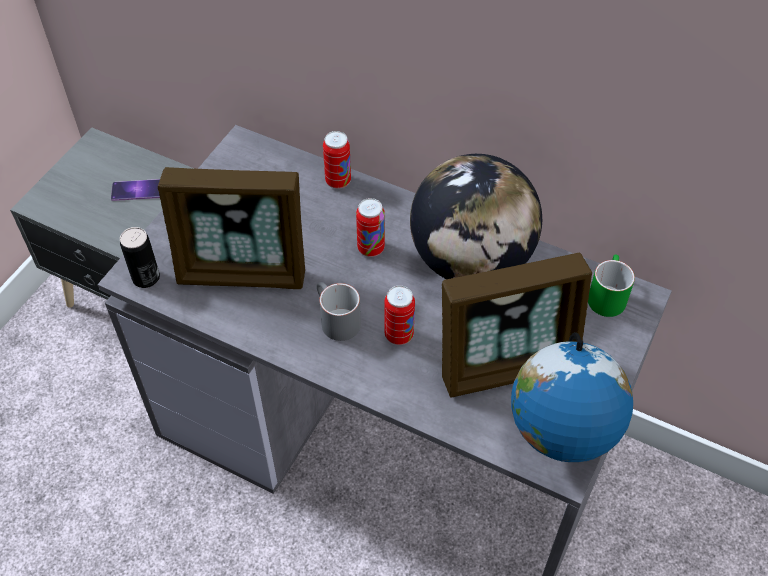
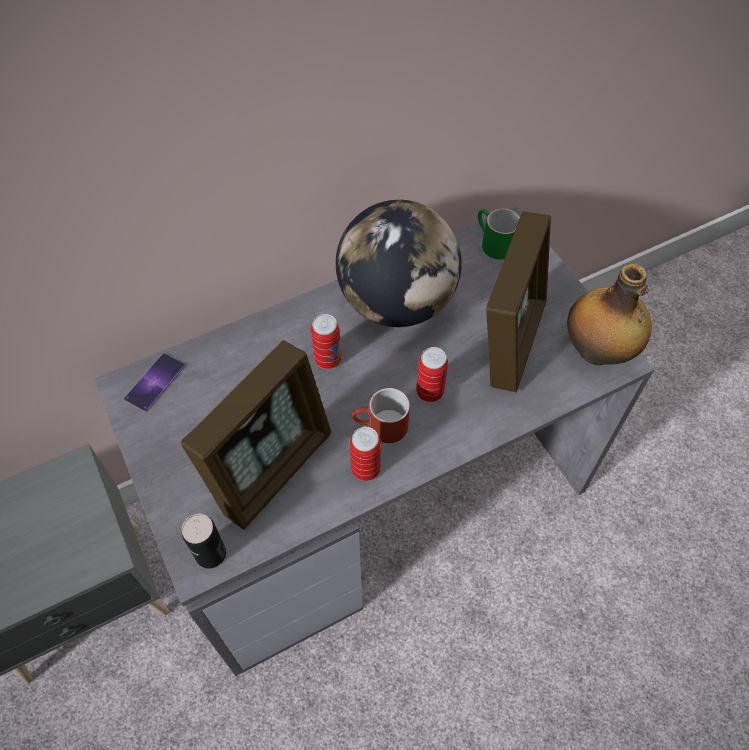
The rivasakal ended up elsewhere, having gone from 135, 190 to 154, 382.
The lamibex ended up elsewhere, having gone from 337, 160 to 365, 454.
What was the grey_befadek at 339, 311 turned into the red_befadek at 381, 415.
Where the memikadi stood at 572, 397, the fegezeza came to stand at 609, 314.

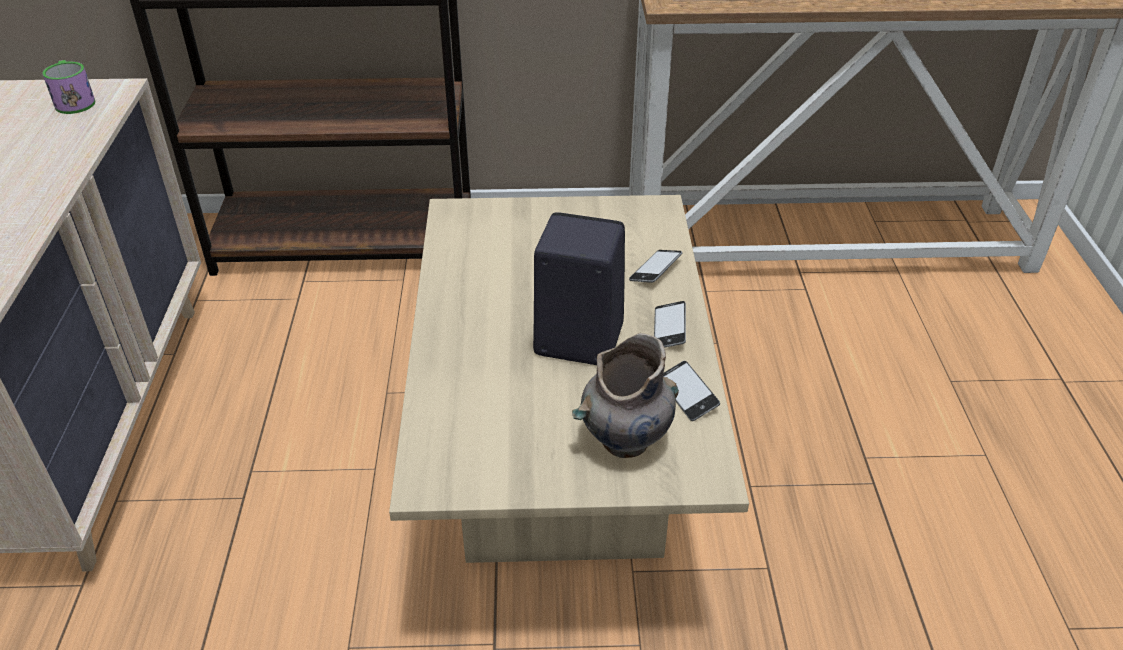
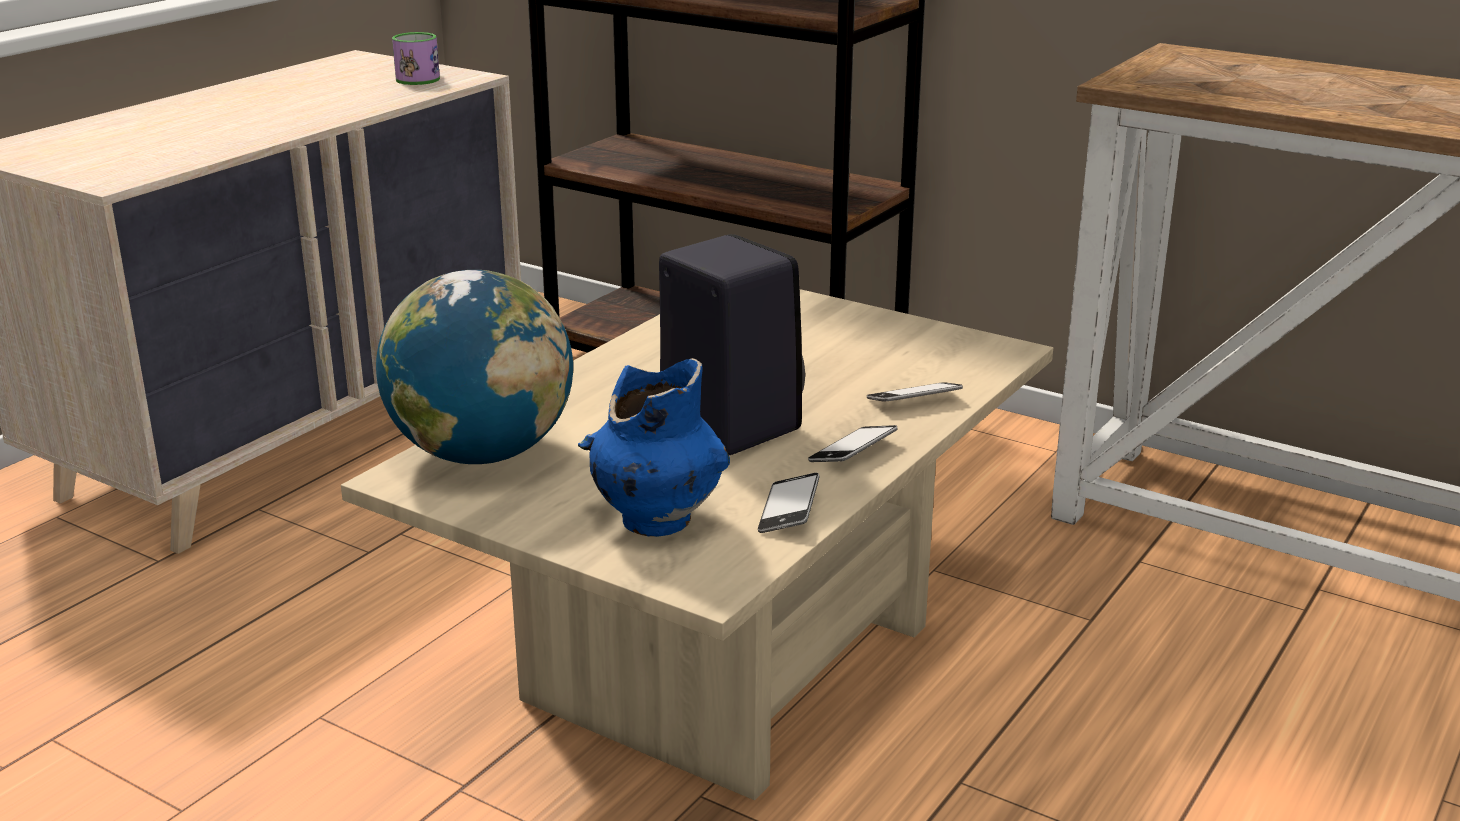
The second view gained the memikadi at 474, 367.
What was the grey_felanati at 625, 395 turned into the blue_felanati at 654, 447.

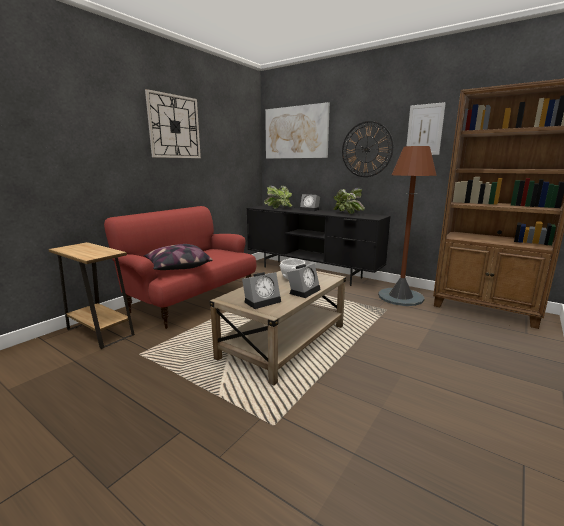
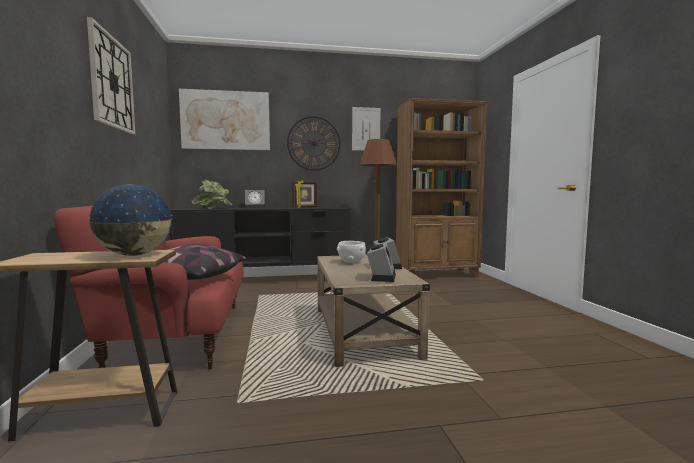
The second view gained the memikadi at 130, 220.
Where the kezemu stood at 349, 200, the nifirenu came to stand at 304, 194.

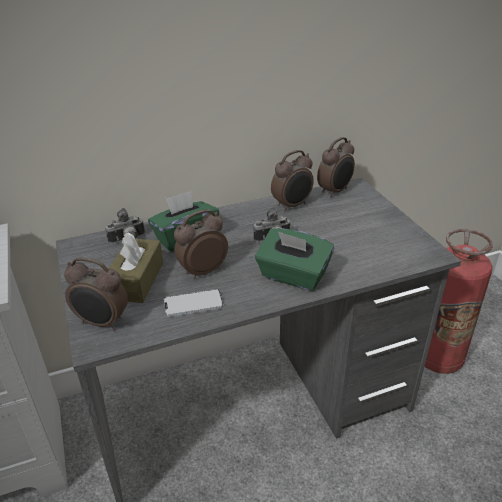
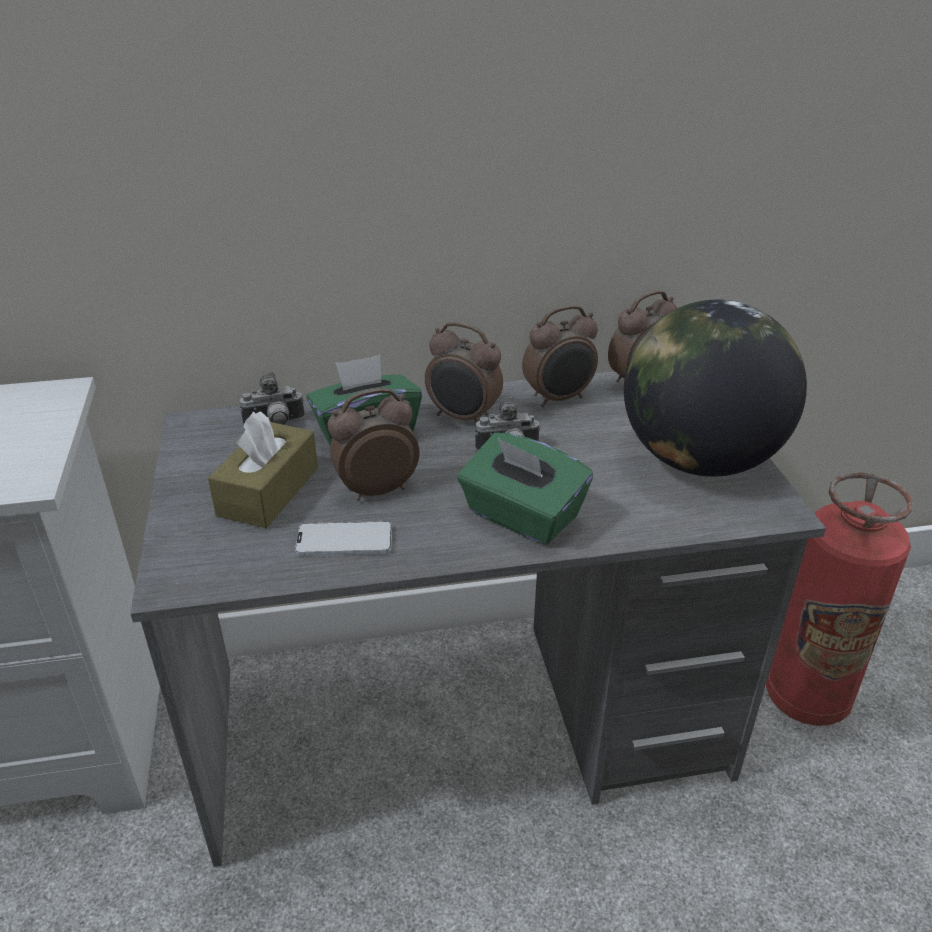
The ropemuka ended up elsewhere, having gone from 96, 293 to 464, 372.
The second view gained the memikadi at 715, 388.

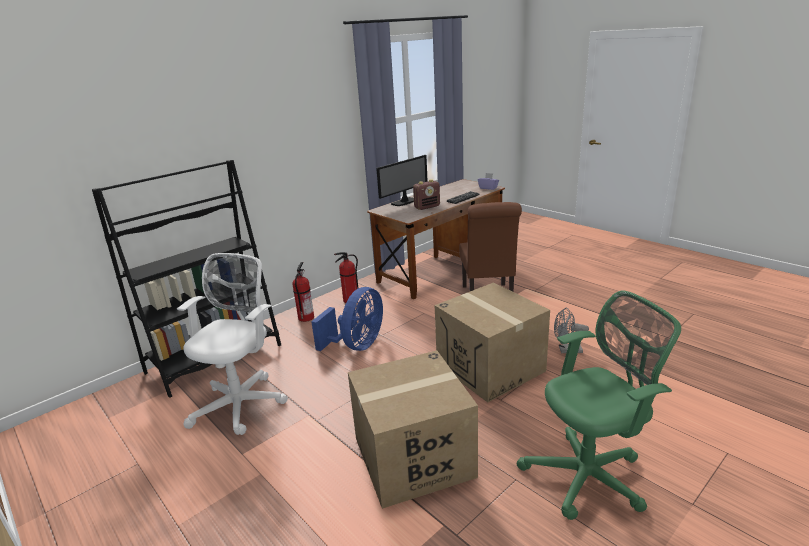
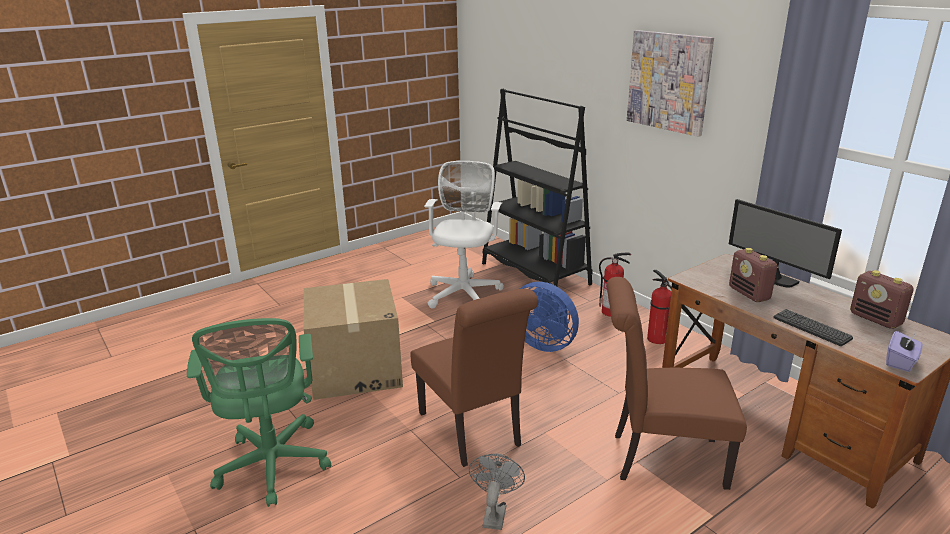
Where the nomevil stood at 492, 342, the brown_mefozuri came to stand at 474, 378.
The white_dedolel at 232, 344 ended up facing another way, 105 degrees counterclockwise from before.
The second view gained the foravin at 670, 83.
The second view gained the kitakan at 882, 299.

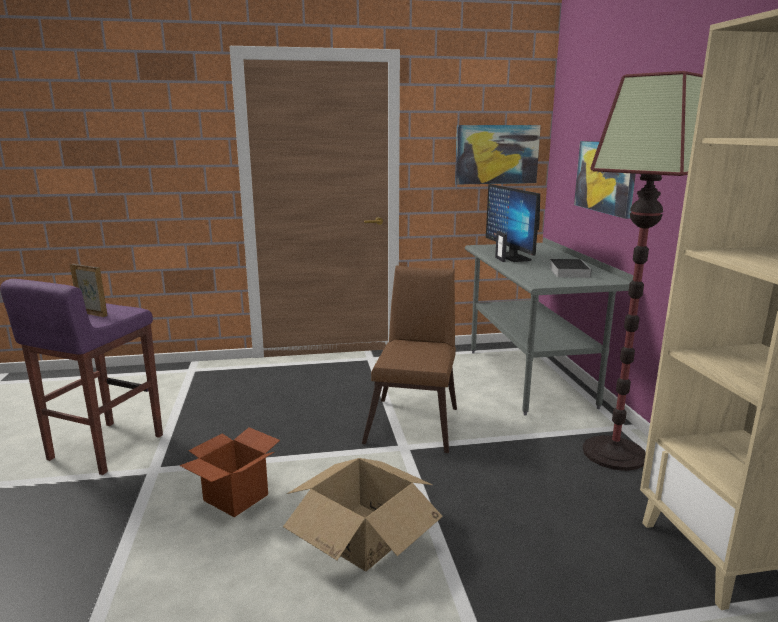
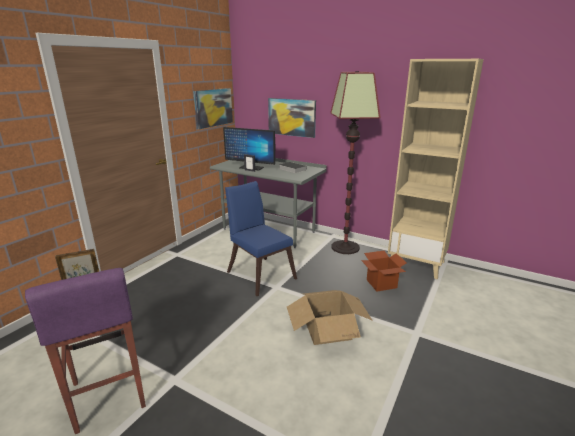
What was the brown_mefozuri at 409, 359 turned into the blue_mefozuri at 261, 238.
The nomevil ended up elsewhere, having gone from 230, 472 to 384, 271.

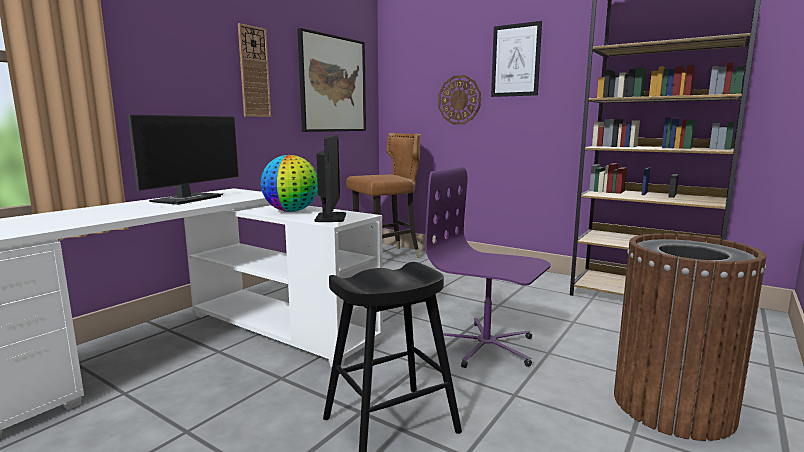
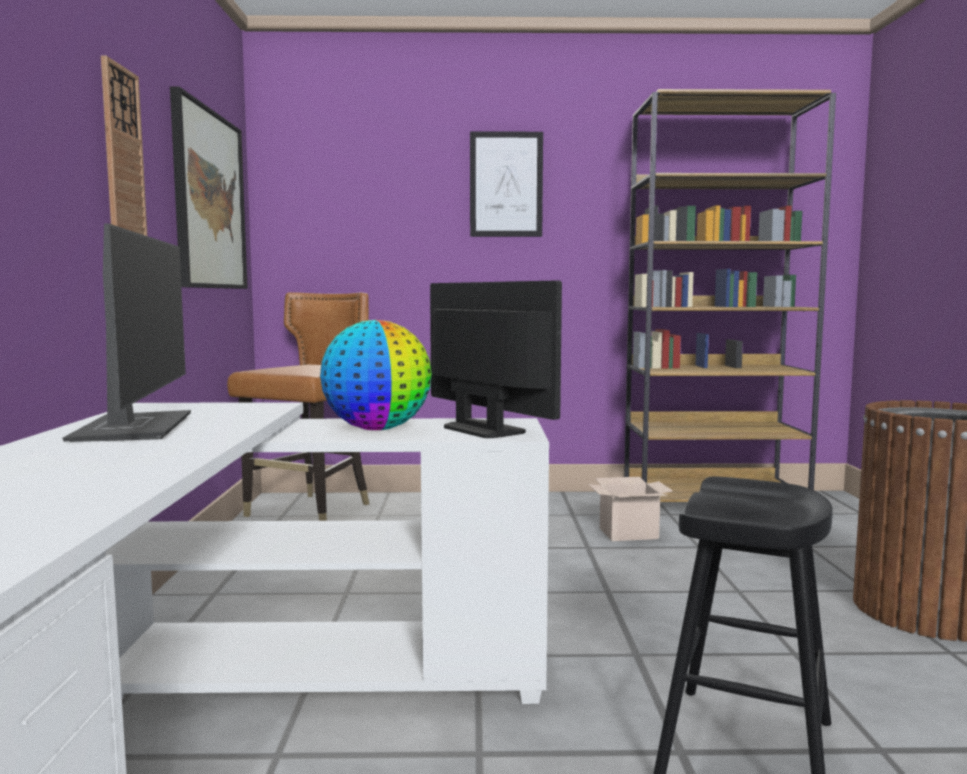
The second view gained the nomevil at 630, 509.
The second view lost the purple_dedolel at 488, 267.
The second view lost the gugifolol at 459, 99.

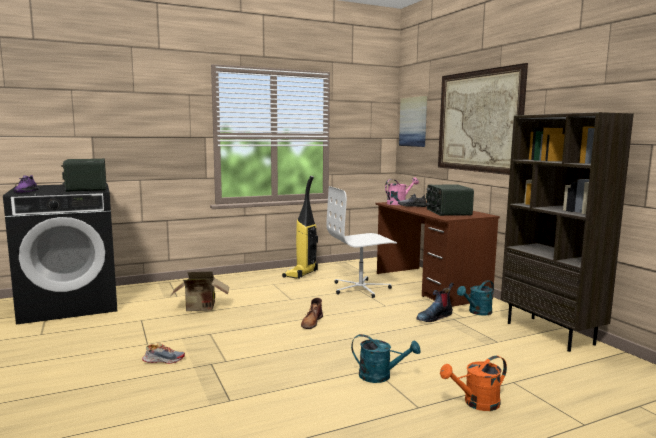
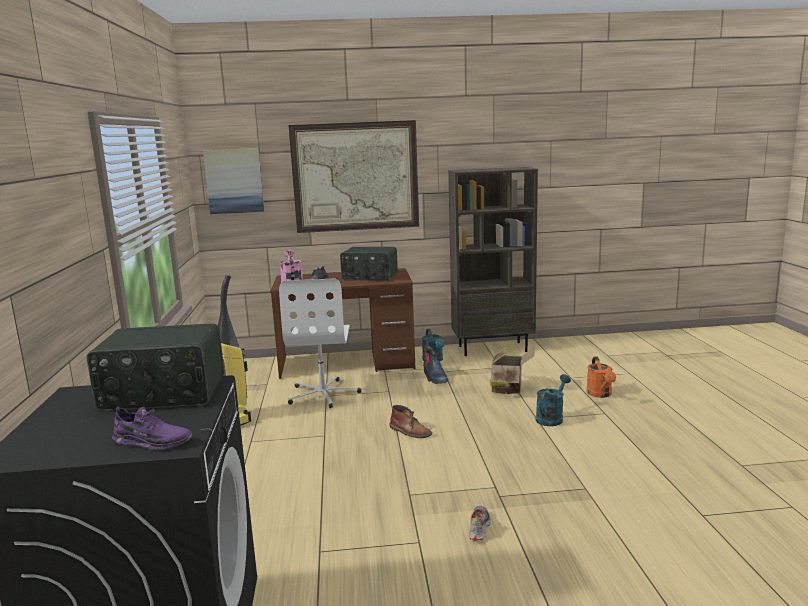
The nomevil ended up elsewhere, having gone from 200, 291 to 512, 370.

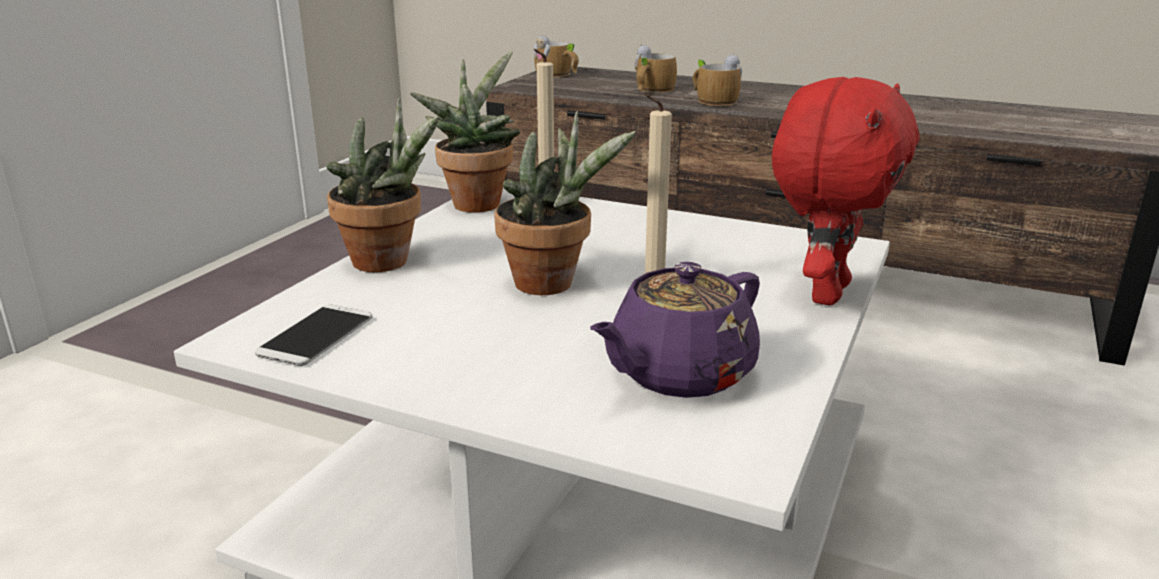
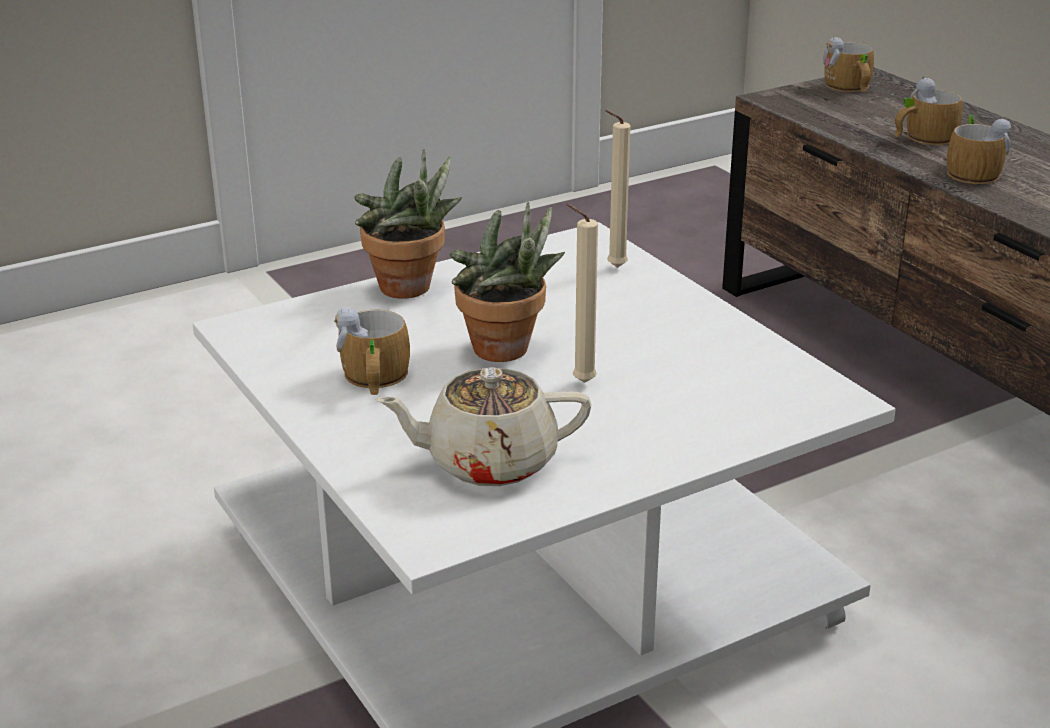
The second view gained the befadek at 372, 351.
What was the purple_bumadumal at 675, 330 turned into the beige_bumadumal at 484, 426.
The second view lost the rivasakal at 313, 335.
The second view lost the kezemu at 465, 132.
The second view lost the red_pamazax at 845, 191.

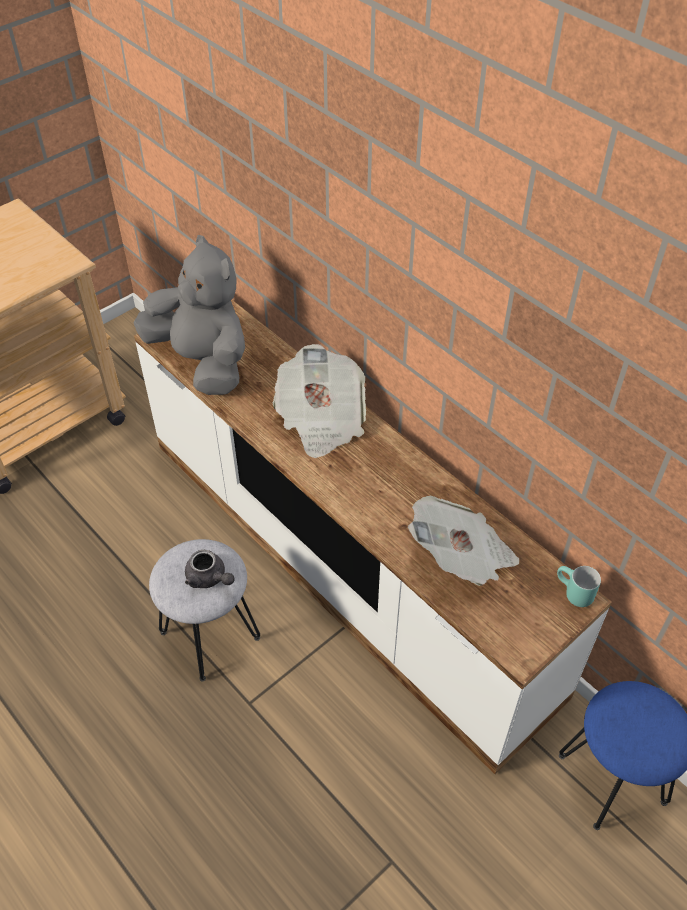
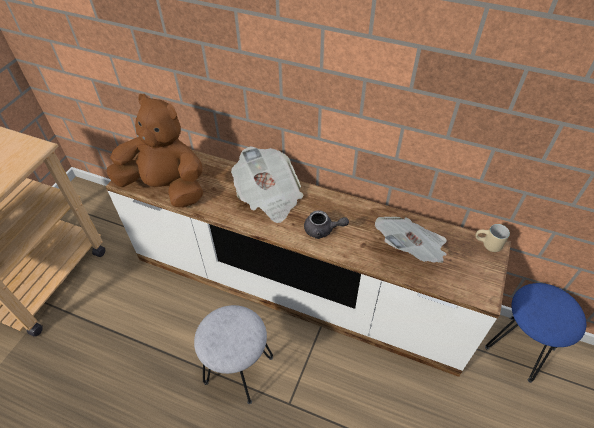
What was the grey_pamazax at 189, 315 turned into the brown_pamazax at 155, 150.
The grey_bumadumal ended up elsewhere, having gone from 210, 569 to 326, 224.
What was the turquoise_befadek at 579, 586 turned into the beige_befadek at 493, 238.

